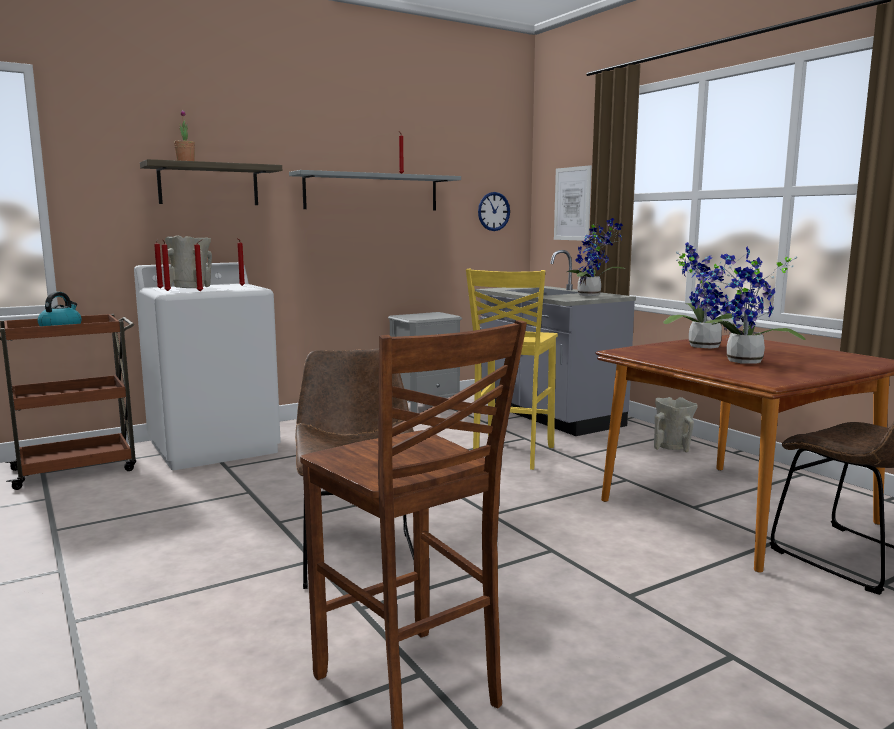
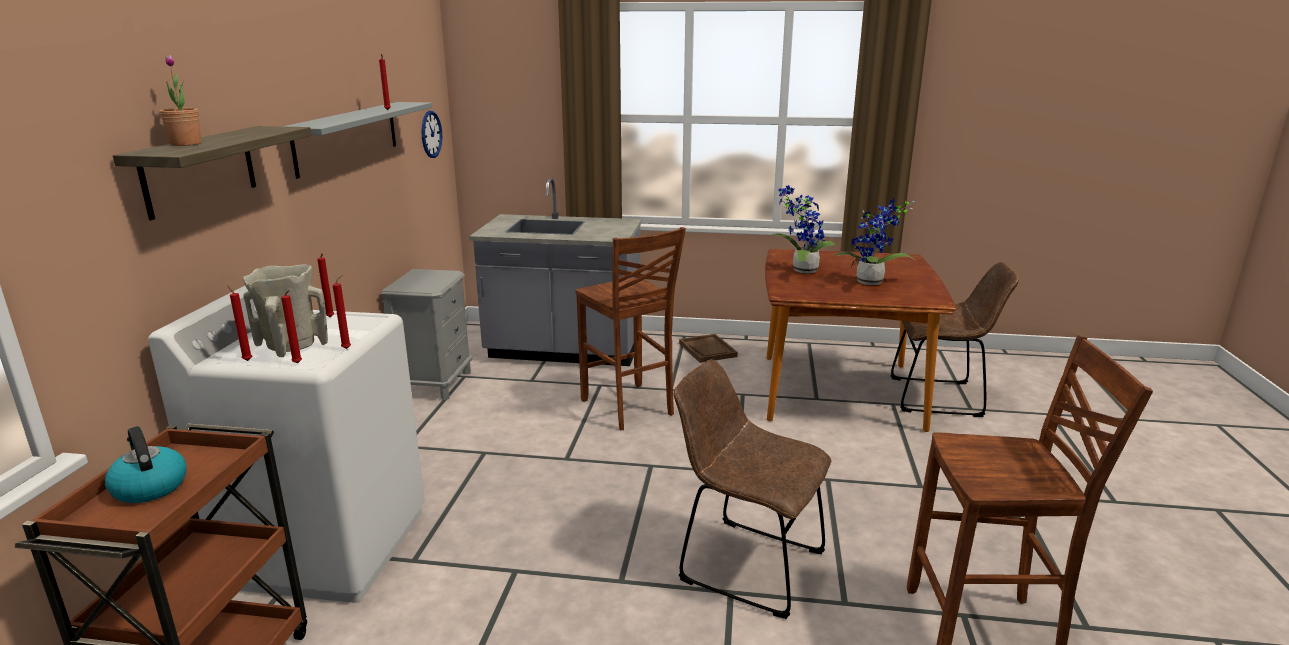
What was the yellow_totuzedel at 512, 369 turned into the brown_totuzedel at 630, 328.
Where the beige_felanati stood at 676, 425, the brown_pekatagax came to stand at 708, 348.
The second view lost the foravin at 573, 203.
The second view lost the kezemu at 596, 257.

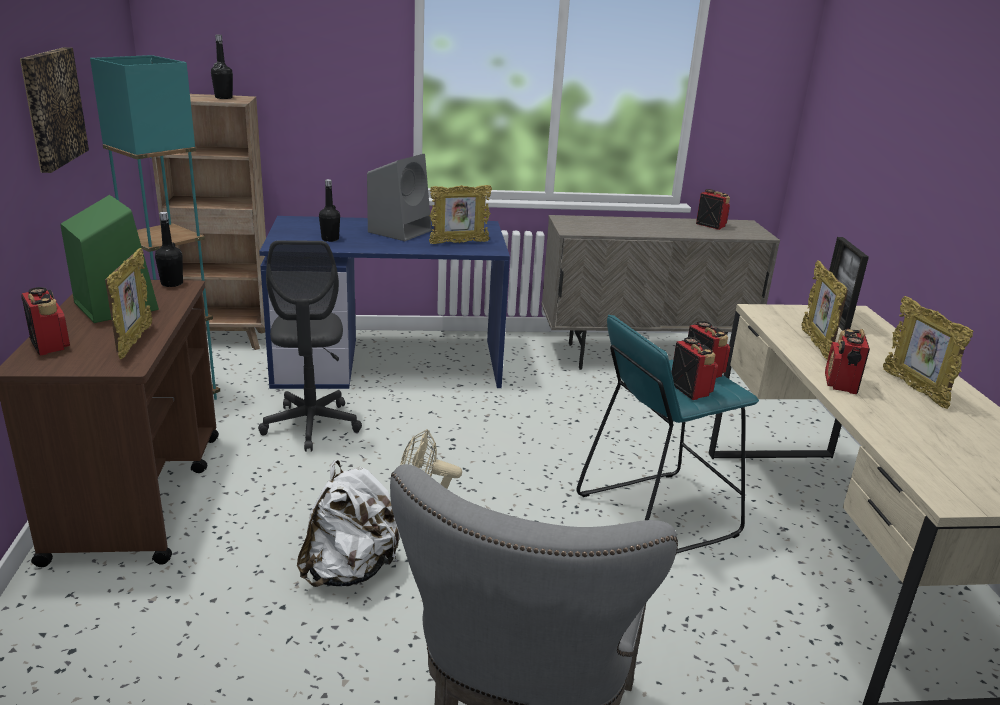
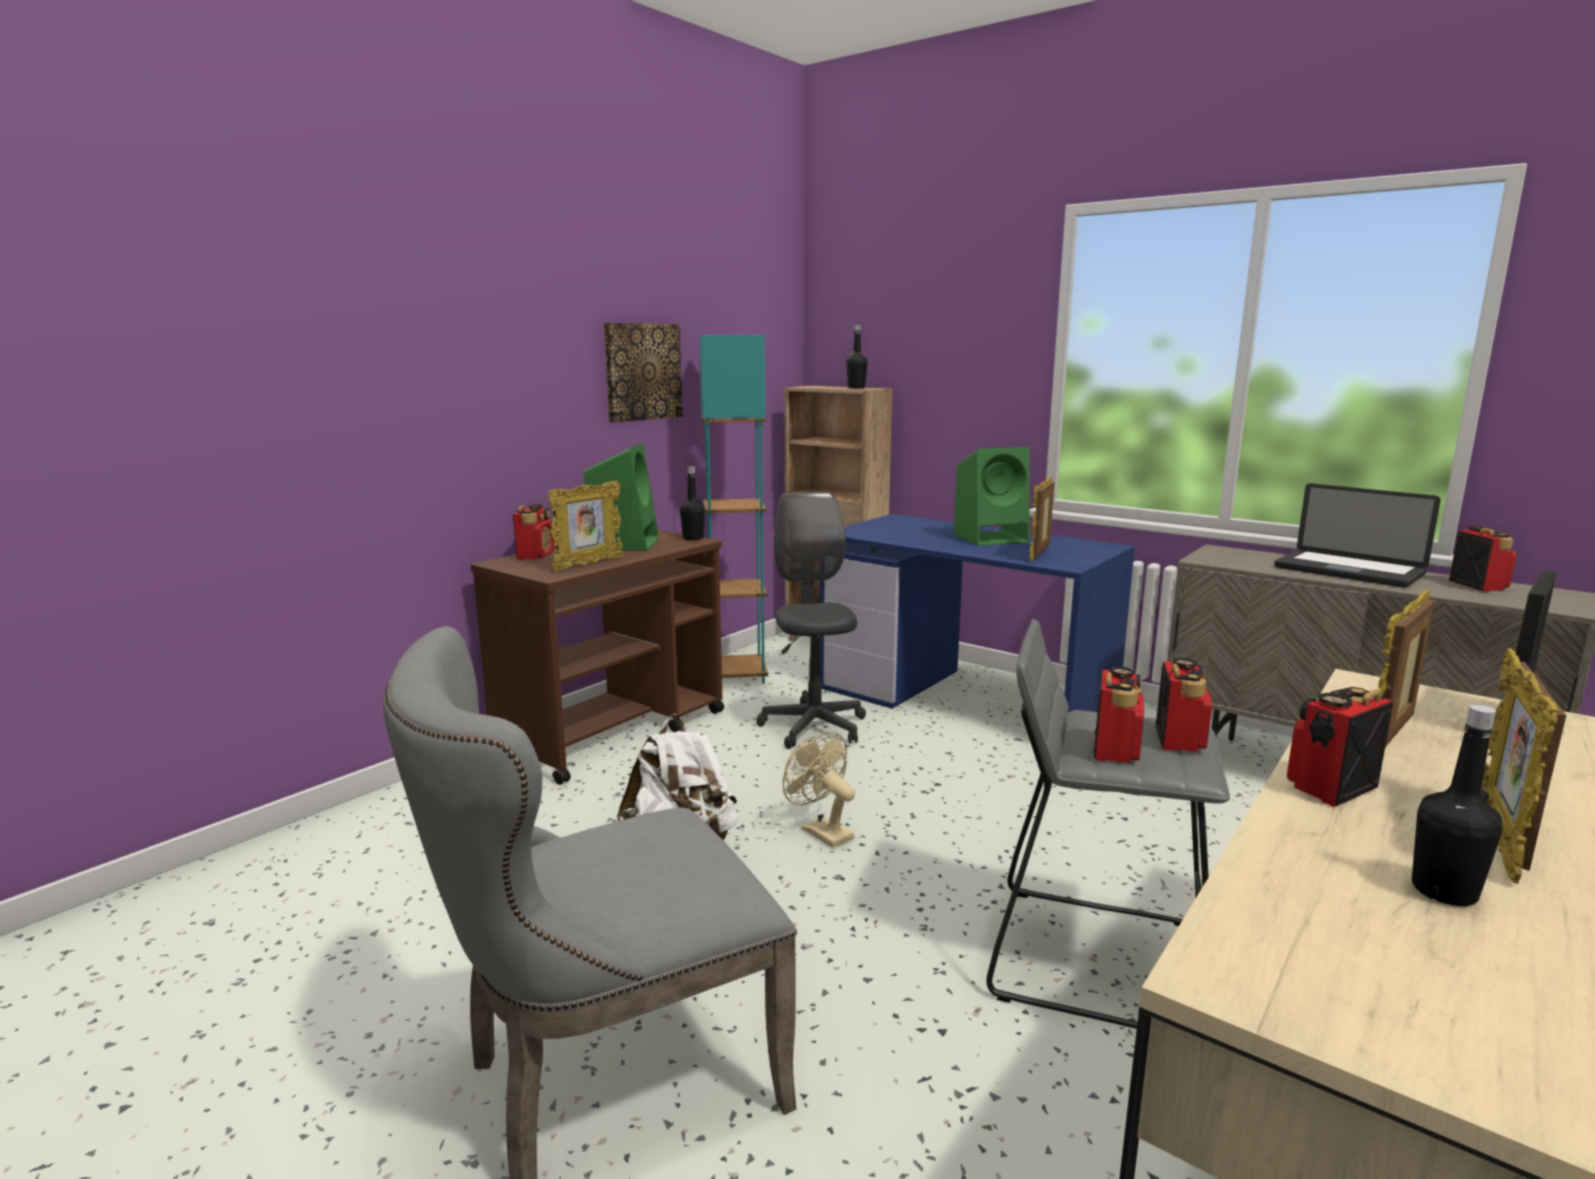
The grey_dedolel at 310, 346 ended up facing another way, 135 degrees clockwise from before.
What was the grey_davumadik at 399, 197 turned into the green_davumadik at 992, 496.
What was the turquoise_totuzedel at 667, 434 turned into the grey_totuzedel at 1108, 824.
The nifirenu at 460, 214 ended up facing another way, 90 degrees clockwise from before.
The second view gained the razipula at 1357, 536.
The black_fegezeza ended up elsewhere, having gone from 329, 210 to 1457, 805.

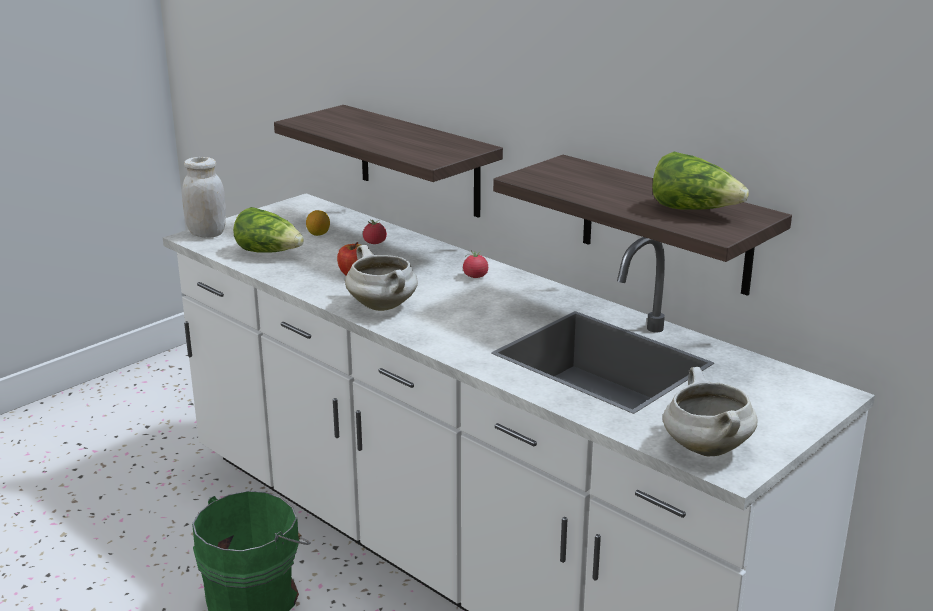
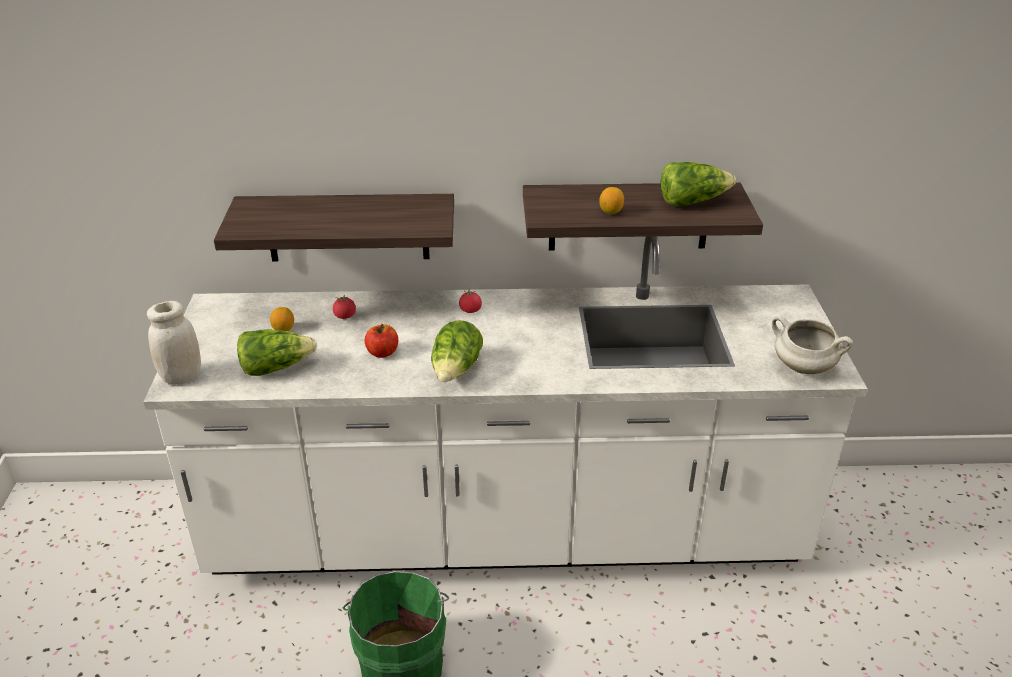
Where the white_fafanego stood at 381, 278, the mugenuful came to stand at 457, 351.
The second view gained the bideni at 612, 200.

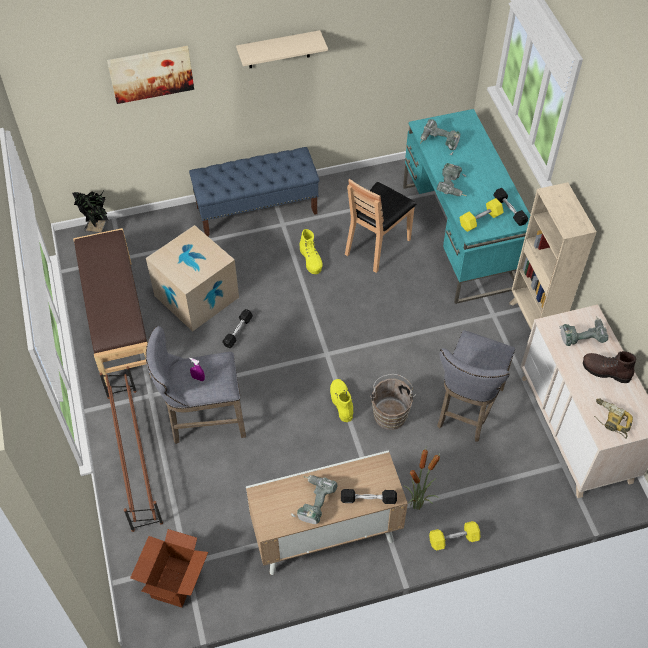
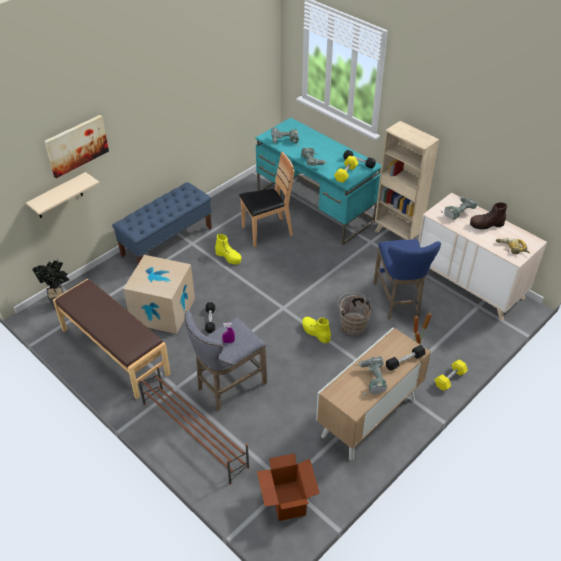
The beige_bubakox ended up elsewhere, having gone from 282, 49 to 62, 195.
The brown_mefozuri at 381, 226 ended up facing another way, 120 degrees counterclockwise from before.
What was the grey_totuzedel at 476, 386 turned into the blue_totuzedel at 407, 279.

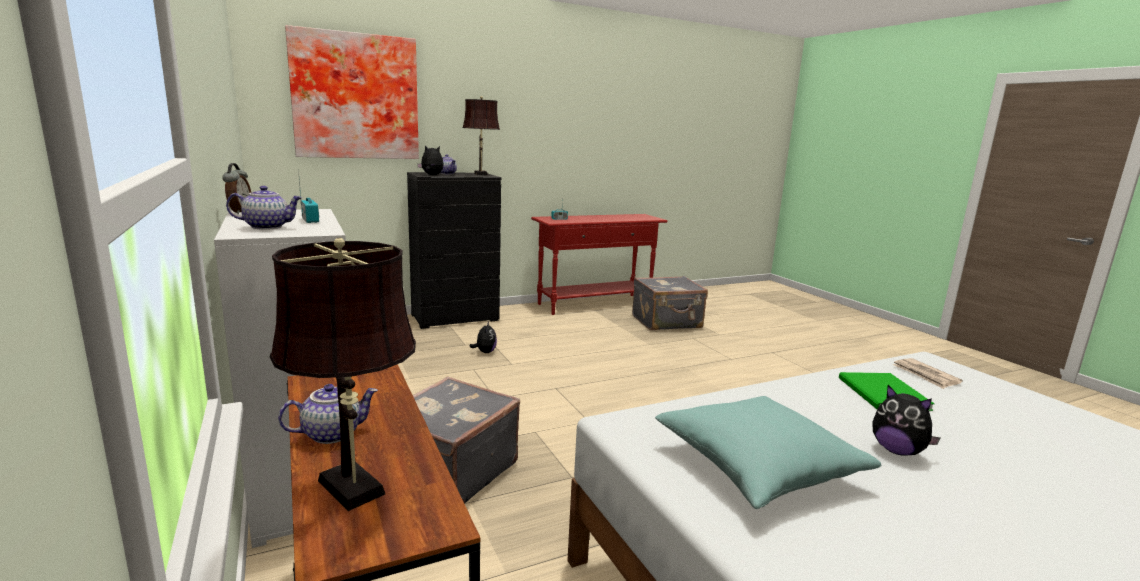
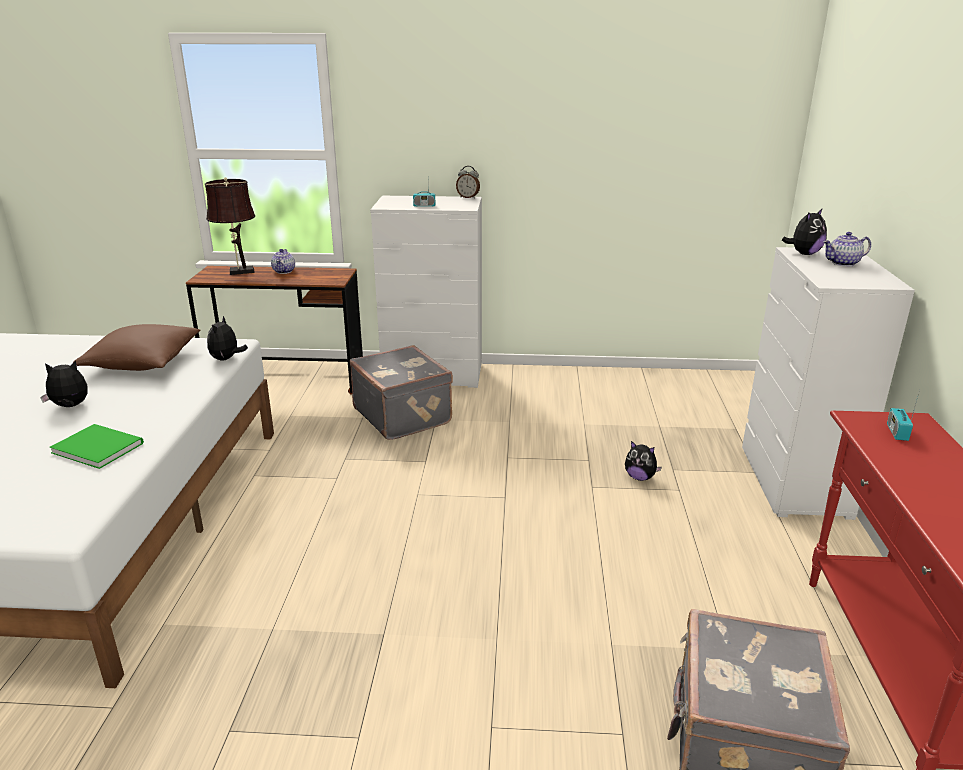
What was the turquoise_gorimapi at 768, 452 turned into the brown_gorimapi at 137, 347.
The second view gained the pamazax at 227, 338.
What was the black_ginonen at 454, 250 turned into the white_ginonen at 828, 383.
The second view lost the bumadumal at 264, 208.
The second view lost the foravin at 352, 92.
The second view lost the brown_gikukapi at 481, 135.
The second view lost the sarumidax at 928, 373.

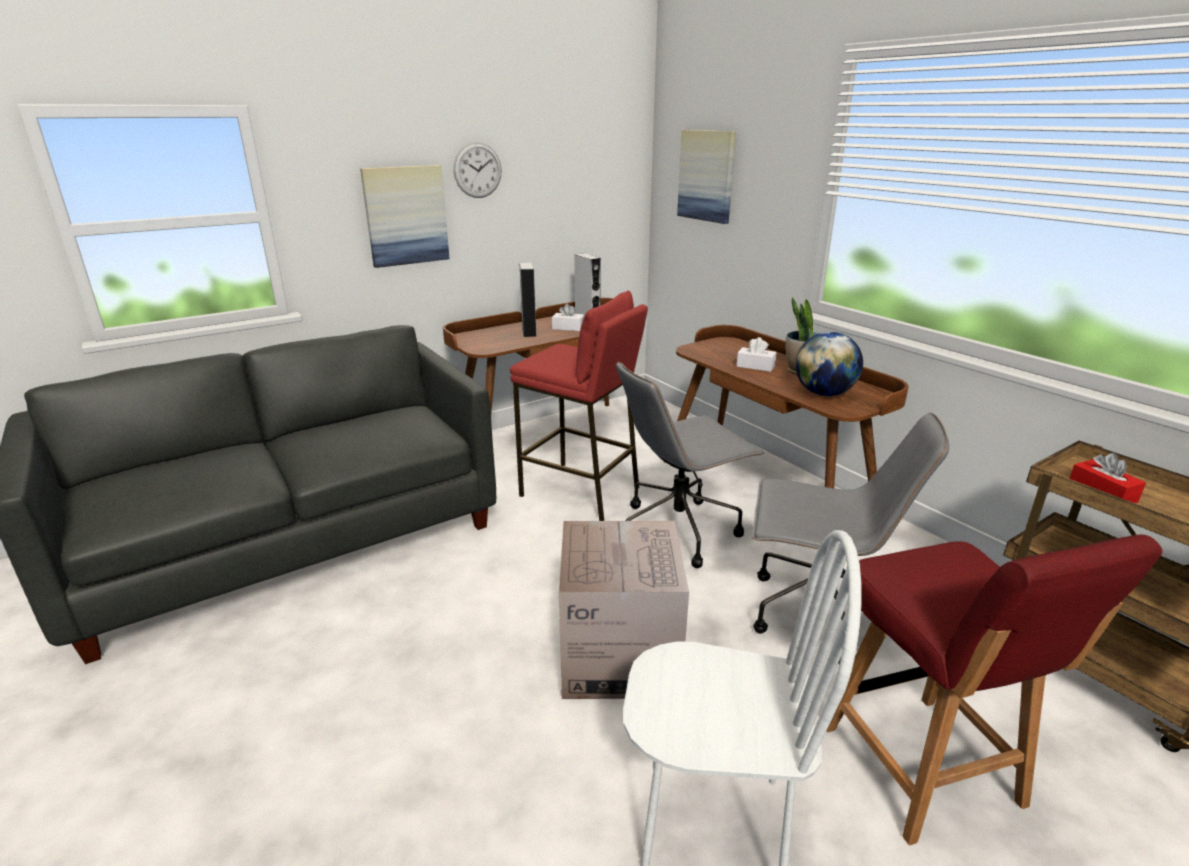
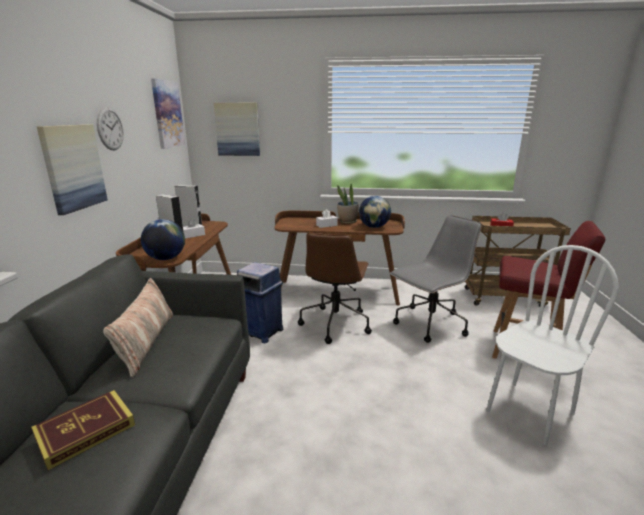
The second view gained the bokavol at 83, 430.
The second view gained the gorimapi at 138, 327.
The second view gained the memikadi at 163, 239.
The second view gained the foravin at 168, 114.
Where the red_totuzedel stood at 579, 406, the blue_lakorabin came to stand at 260, 303.
What was the grey_dedolel at 690, 464 turned into the brown_dedolel at 335, 288.
The second view lost the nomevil at 624, 610.

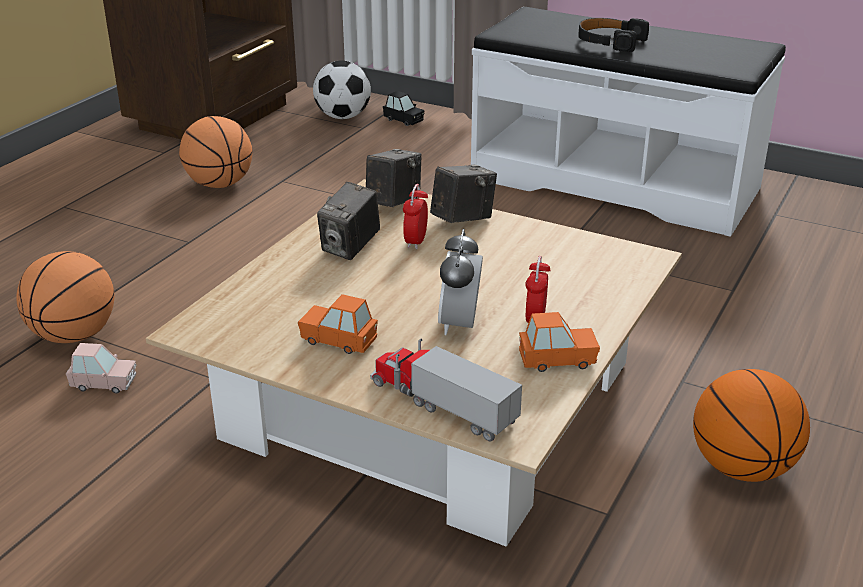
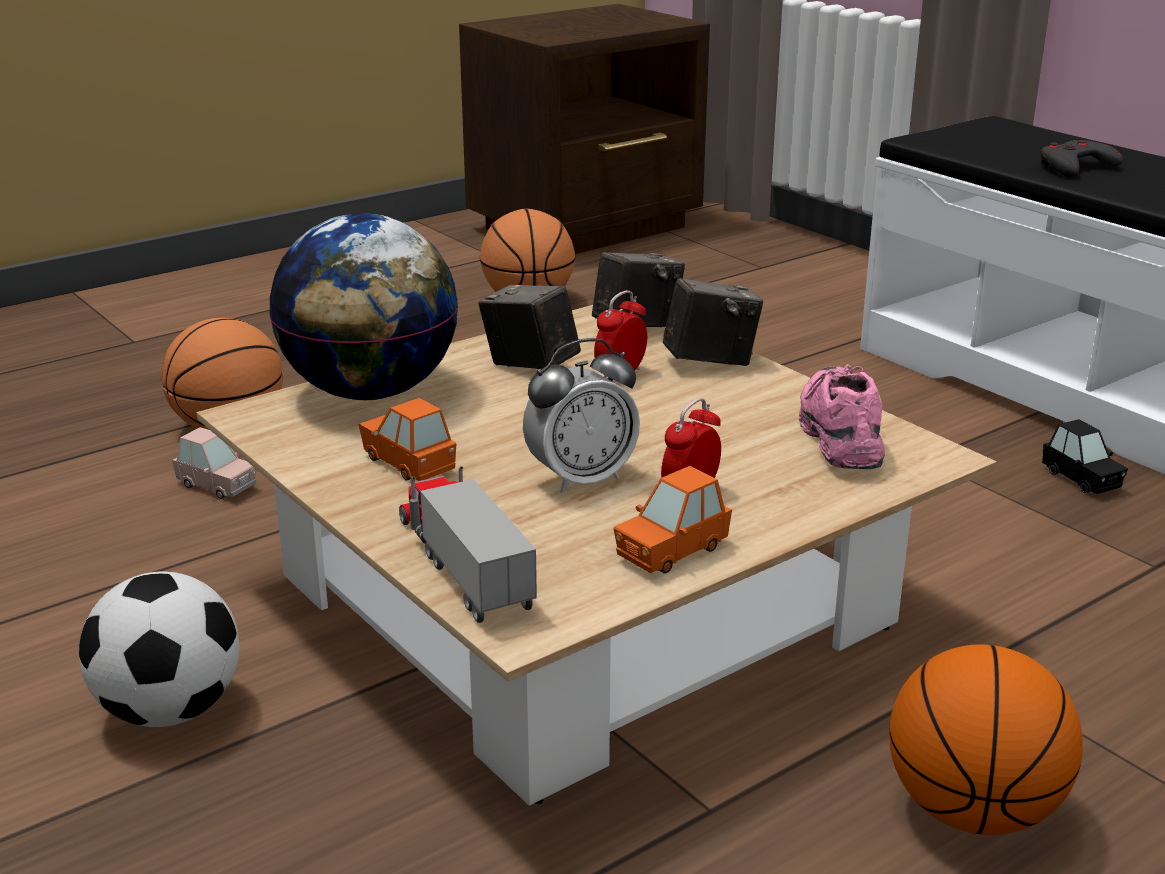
The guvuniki ended up elsewhere, having gone from 342, 90 to 159, 649.
The second view gained the memikadi at 363, 307.
The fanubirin at 348, 221 ended up facing another way, 75 degrees clockwise from before.
The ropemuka at 460, 282 ended up facing another way, 150 degrees counterclockwise from before.
The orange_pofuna at 559, 342 ended up facing another way, 120 degrees clockwise from before.
The second view gained the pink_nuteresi at 842, 416.
Where the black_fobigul stood at 613, 35, the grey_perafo came to stand at 1081, 158.
The black_pofuna ended up elsewhere, having gone from 404, 108 to 1085, 456.

